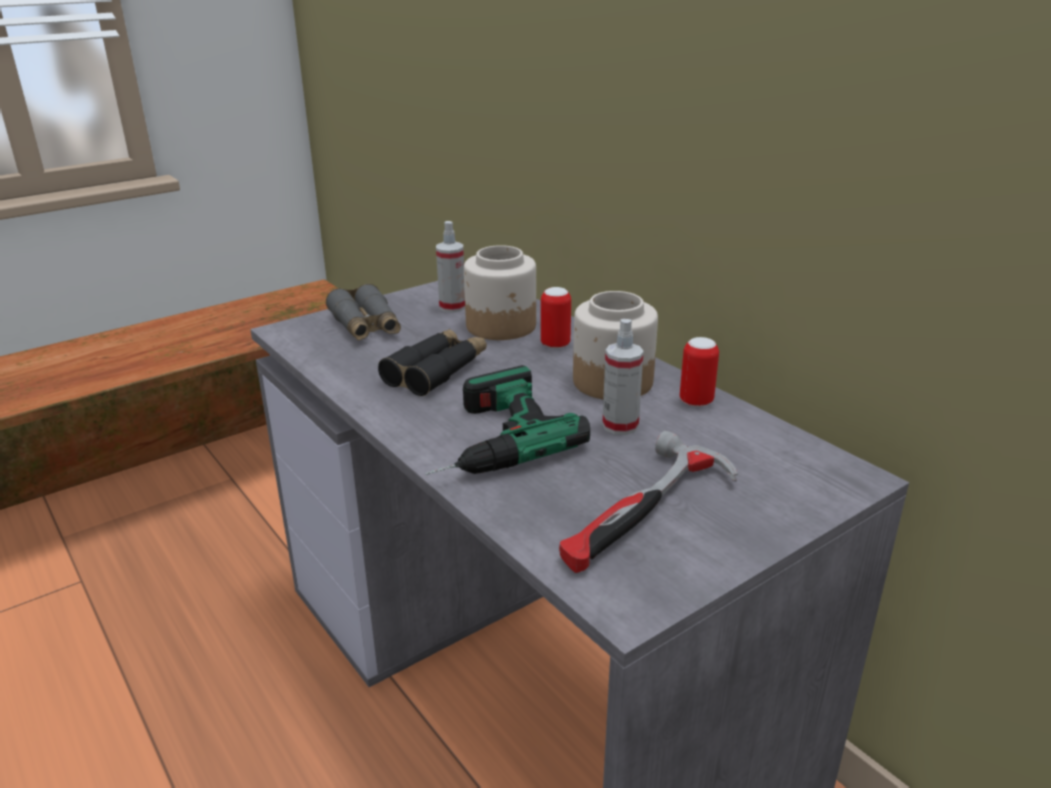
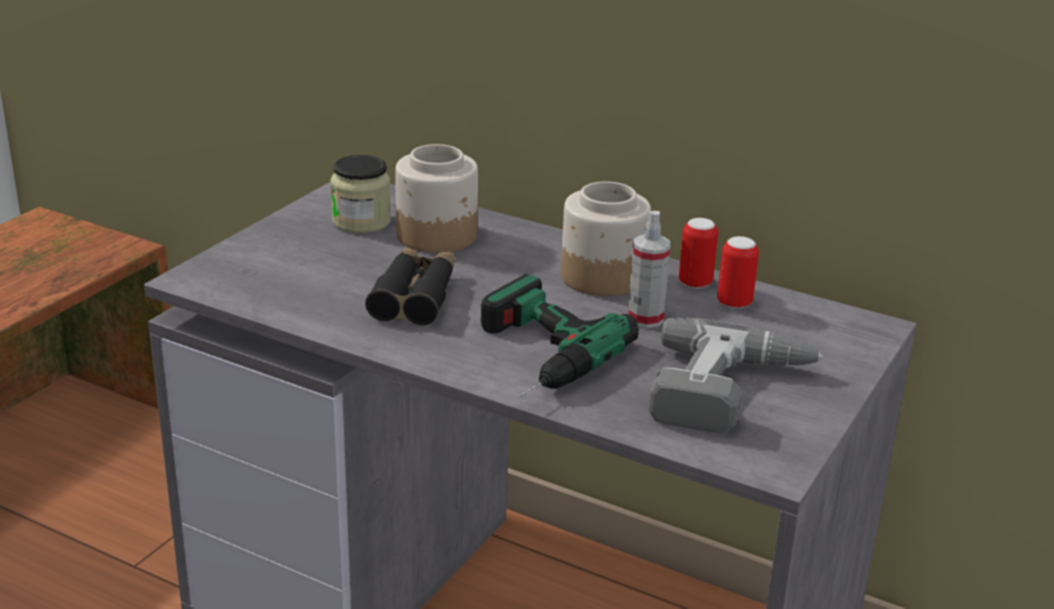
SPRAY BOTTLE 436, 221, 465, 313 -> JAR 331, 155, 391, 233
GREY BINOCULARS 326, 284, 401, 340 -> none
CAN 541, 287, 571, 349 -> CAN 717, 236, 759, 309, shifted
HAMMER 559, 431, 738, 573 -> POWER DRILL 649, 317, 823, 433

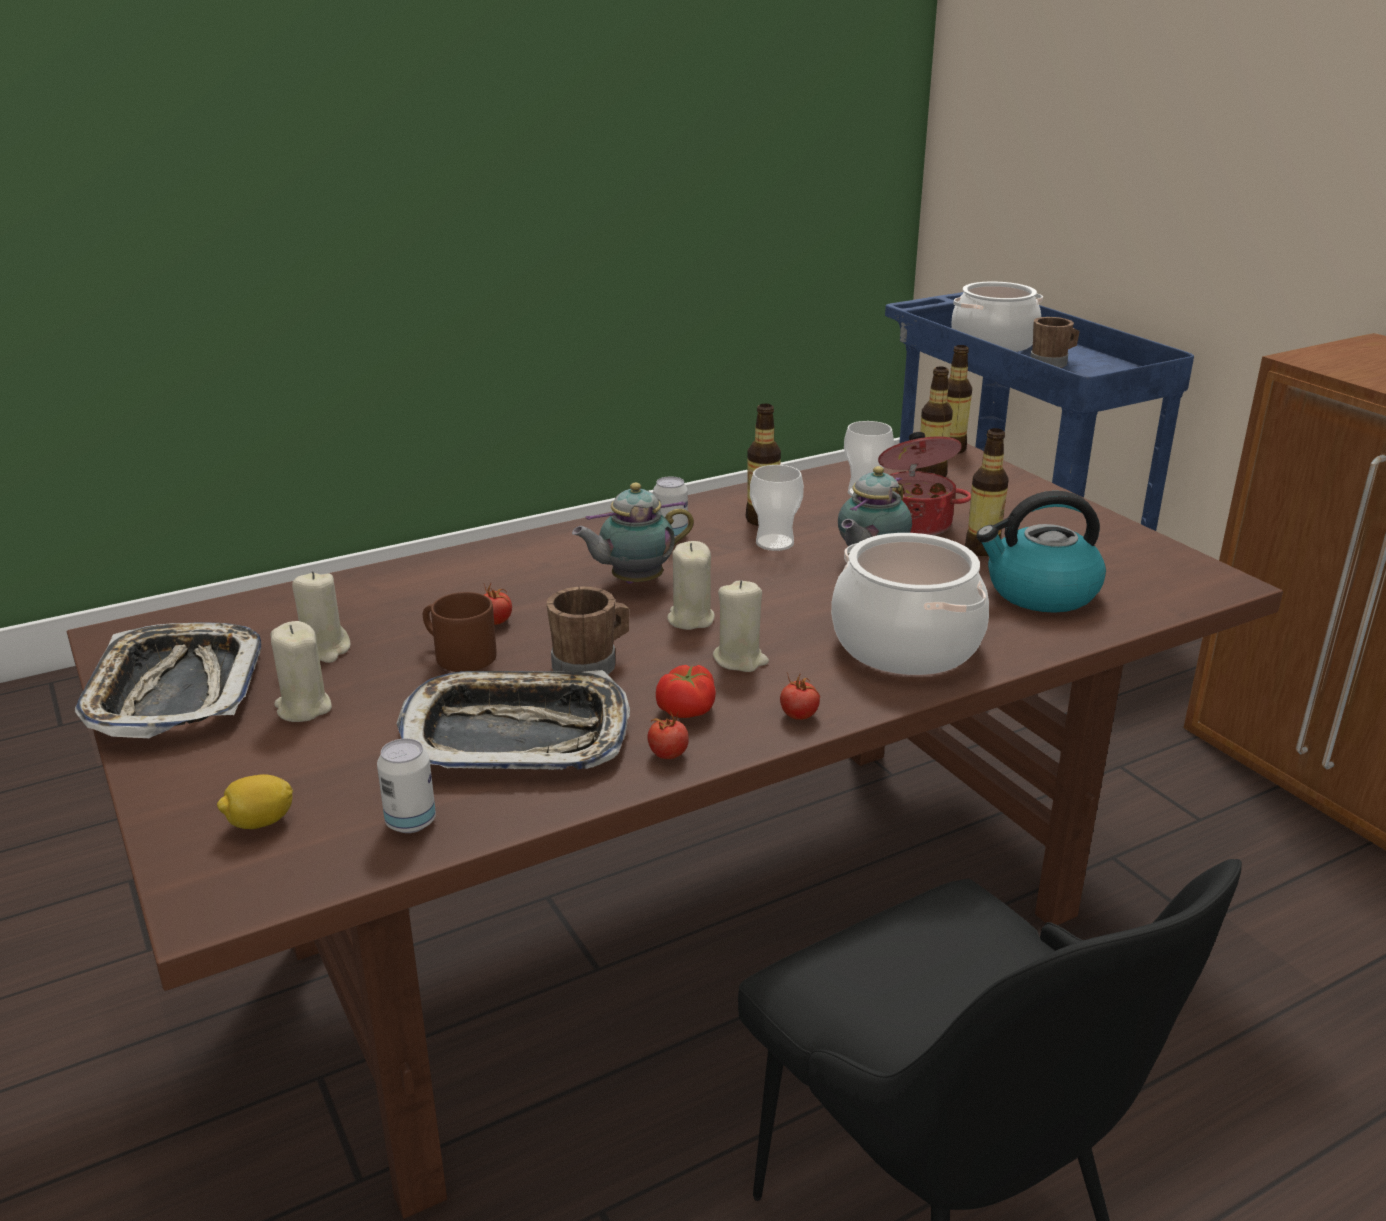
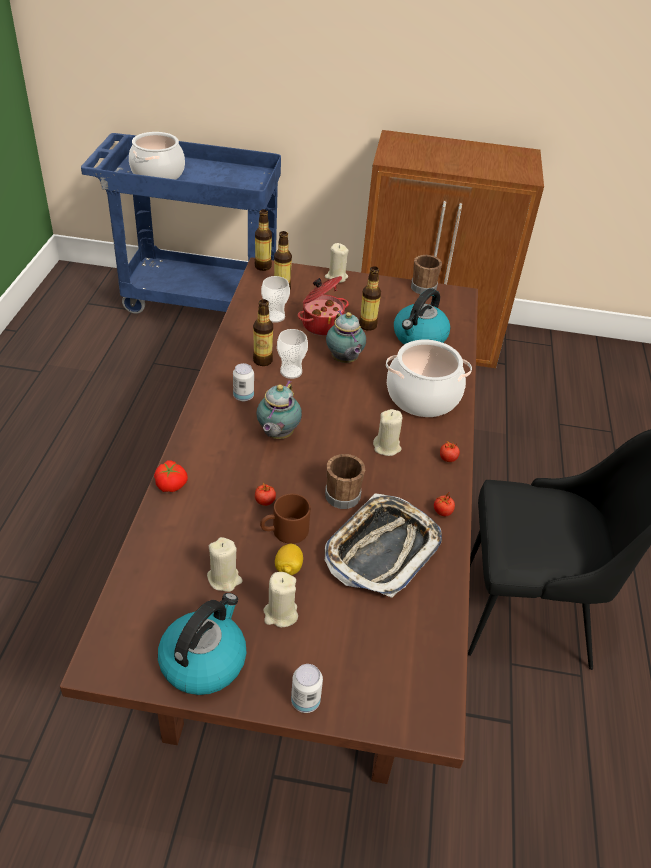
BROWN MUG 1030, 317, 1080, 368 -> BROWN MUG 411, 255, 442, 295, shifted
BEIGE CANDLE 667, 541, 715, 630 -> BEIGE CANDLE 325, 243, 349, 283, shifted
TRAY 75, 623, 261, 738 -> KETTLE 158, 593, 246, 695
TOMATO 656, 665, 716, 718 -> TOMATO 154, 460, 188, 492, shifted
CAN 377, 738, 436, 833 -> CAN 291, 664, 323, 713, shifted
LEMON 217, 774, 293, 829 -> LEMON 275, 544, 303, 576, shifted

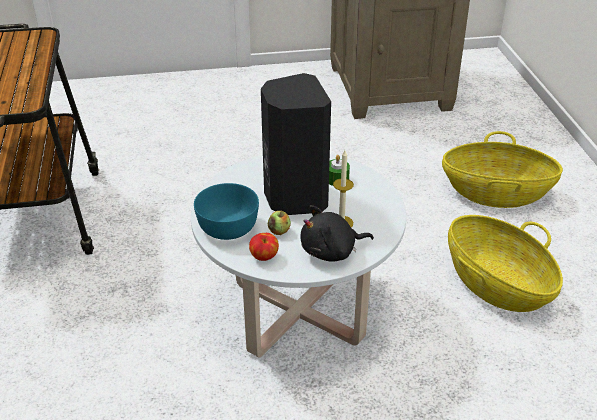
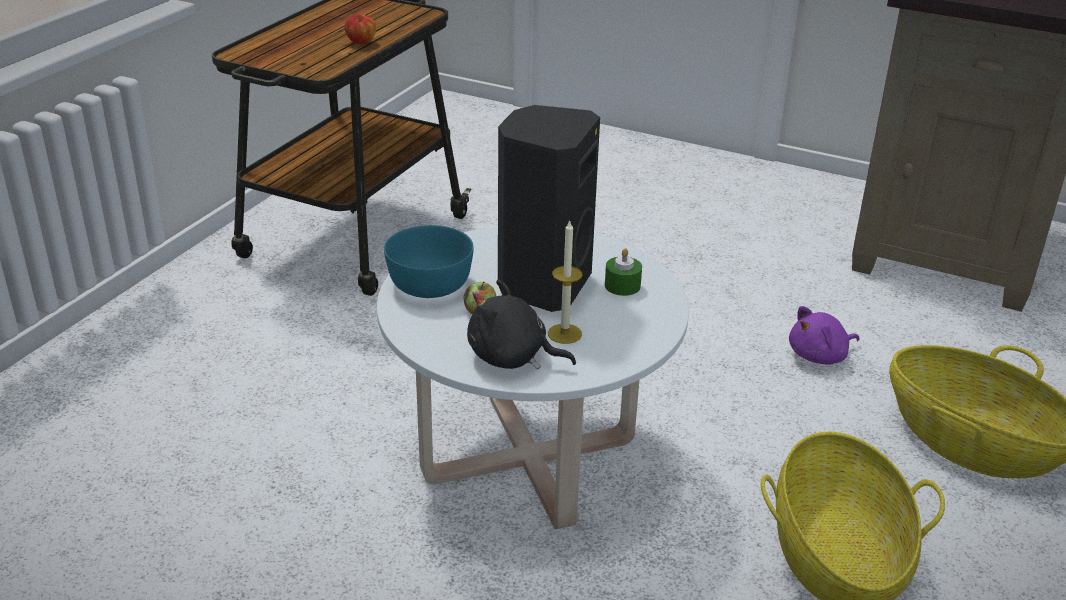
APPLE 249, 233, 279, 261 -> APPLE 345, 14, 376, 44, shifted
none -> PURPLE PLUSH TOY 789, 306, 860, 365

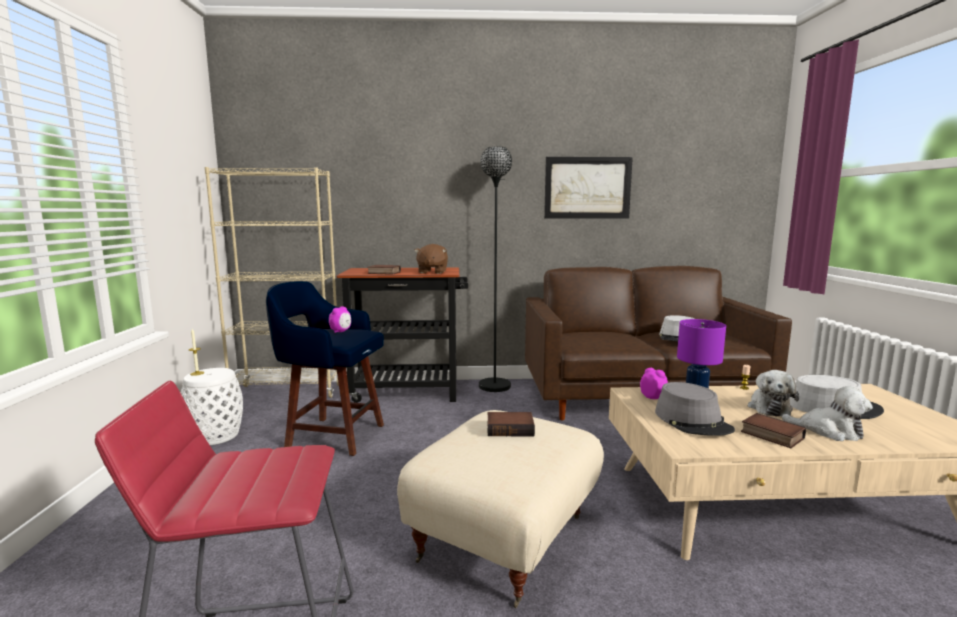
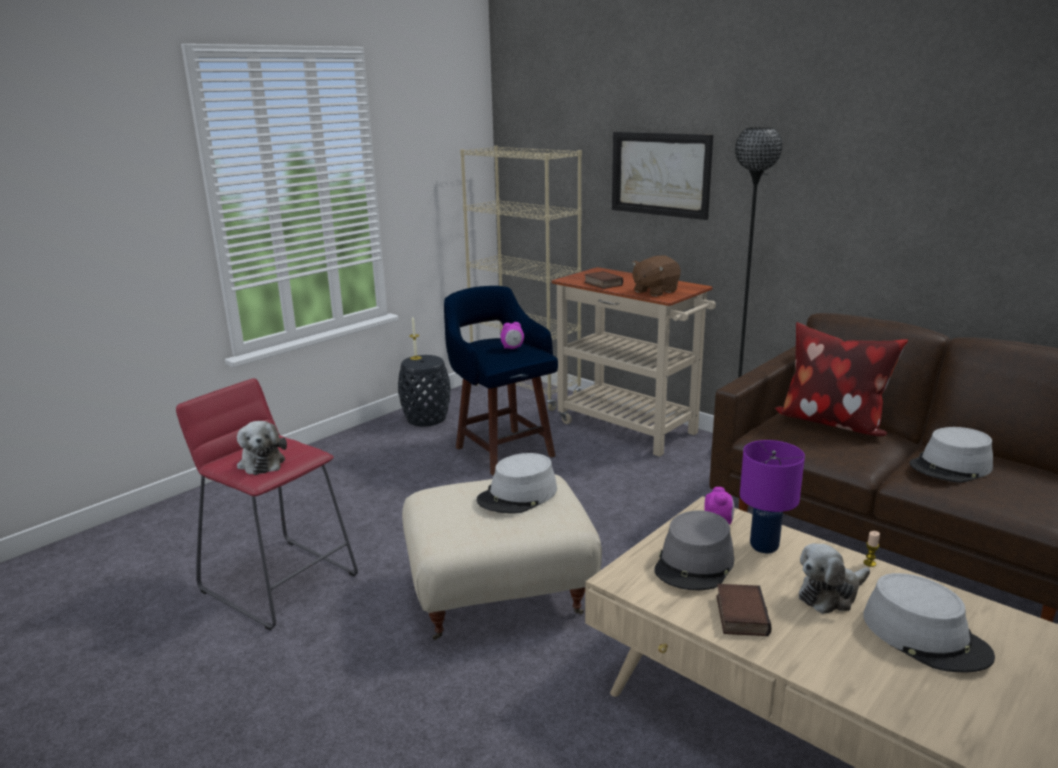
PICTURE 544, 157, 633, 219 -> PICTURE 612, 132, 713, 220, shifted
BLACK CART 336, 268, 468, 403 -> BEIGE CART 551, 267, 716, 457
WHITE STOOL 181, 368, 243, 445 -> BLACK STOOL 398, 355, 451, 426
PLUSH TOY 782, 386, 873, 441 -> PLUSH TOY 237, 421, 287, 475, shifted
BOOK 488, 412, 535, 436 -> GREY HAT 476, 453, 557, 514
none -> PILLOW 775, 322, 908, 436

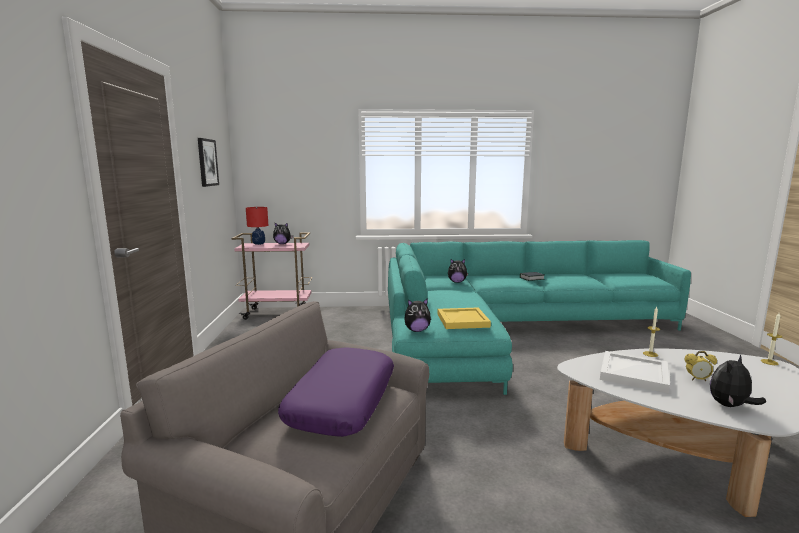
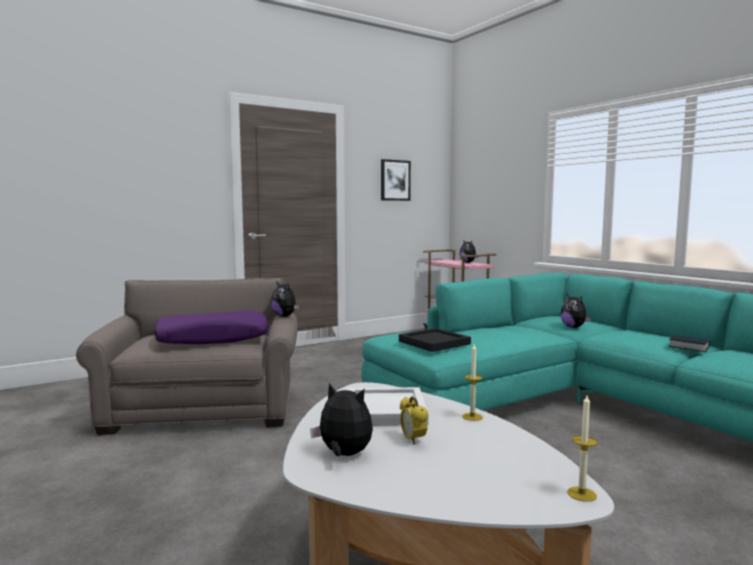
RED TABLE LAMP 246, 207, 269, 245 -> none
PLUSH TOY 404, 298, 431, 332 -> PLUSH TOY 271, 282, 300, 317, shifted
YELLOW TRAY 438, 308, 491, 329 -> BLACK TRAY 399, 328, 471, 352

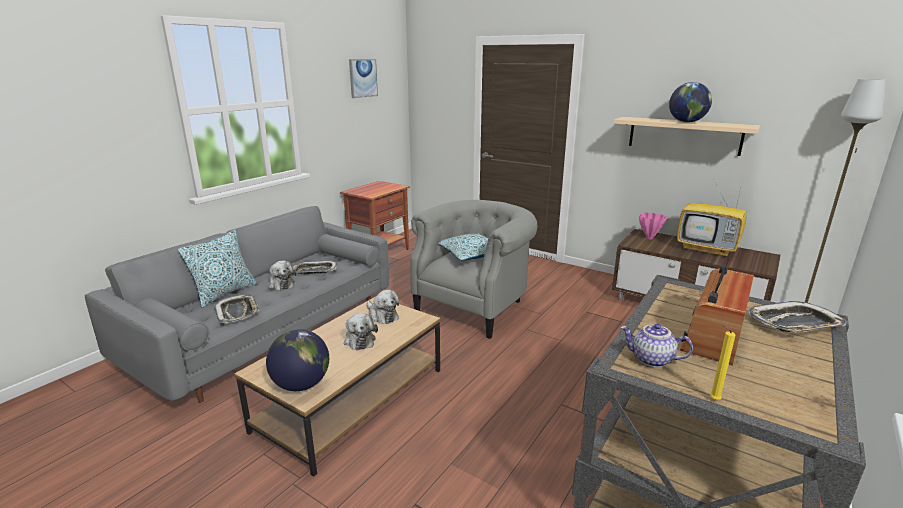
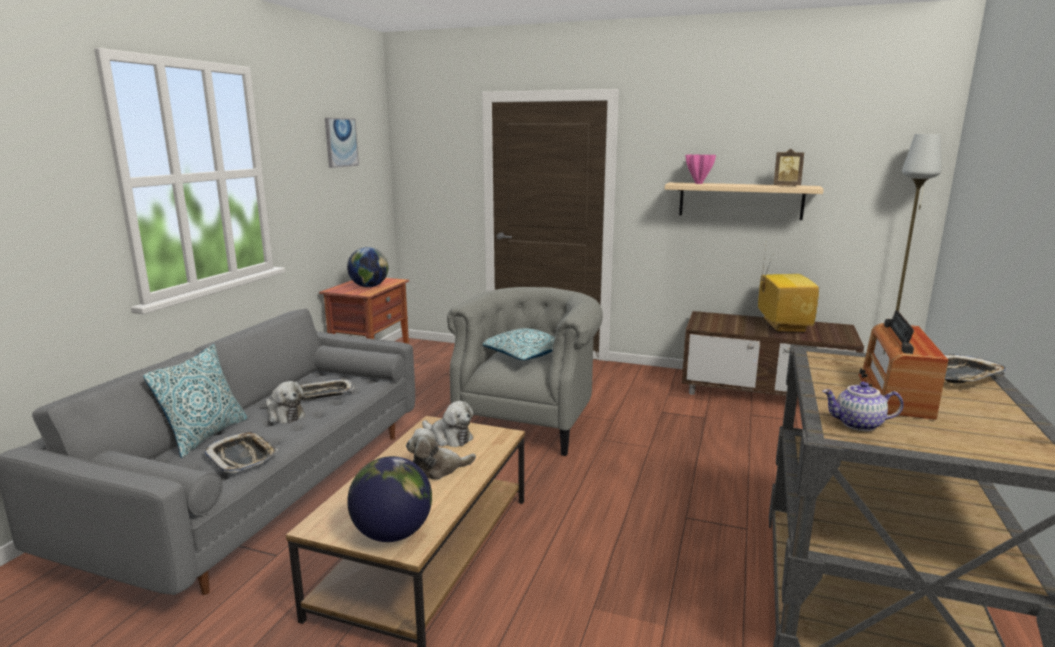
GLOBE 669, 82, 712, 123 -> GLOBE 347, 247, 388, 287, shifted
TELEVISION 677, 181, 746, 257 -> TELEVISION 758, 247, 819, 333, 105 degrees counterclockwise
PINK VASE 639, 212, 667, 239 -> PINK VASE 686, 155, 716, 184, shifted
PLUSH TOY 344, 313, 378, 350 -> PLUSH TOY 406, 428, 476, 480, 105 degrees clockwise
YELLOW CANDLE 710, 325, 736, 400 -> none
none -> PICTURE FRAME 774, 149, 804, 186

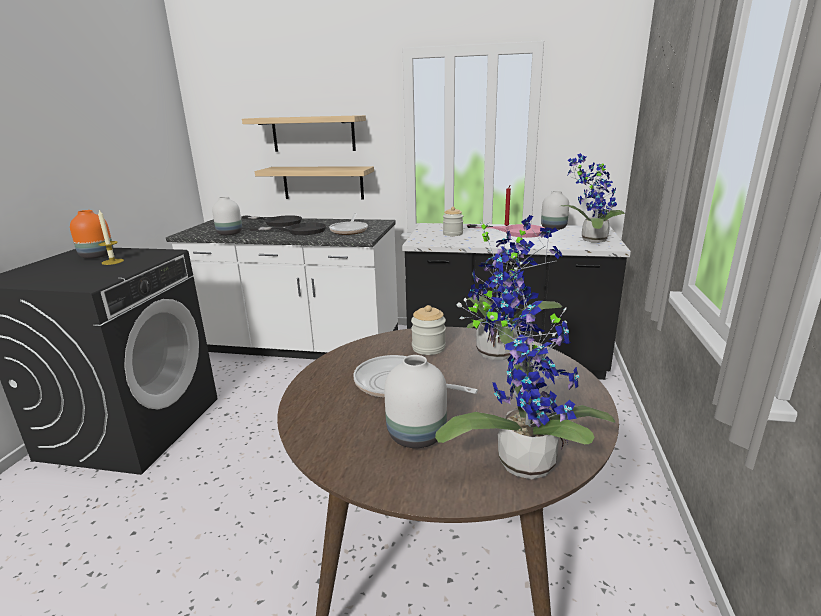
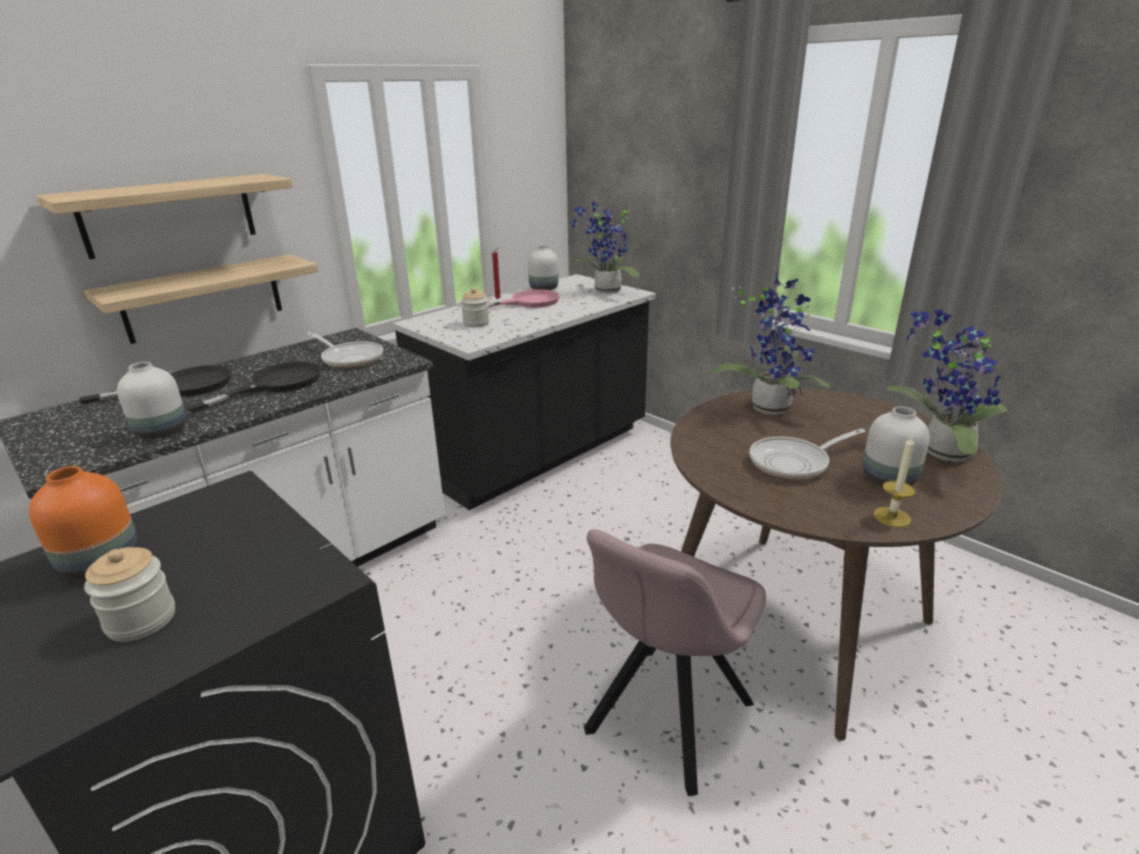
CANDLE 98, 210, 124, 265 -> CANDLE 874, 435, 916, 527, shifted
JAR 411, 305, 446, 355 -> JAR 84, 547, 175, 642, shifted
none -> PINK CHAIR 584, 529, 766, 796

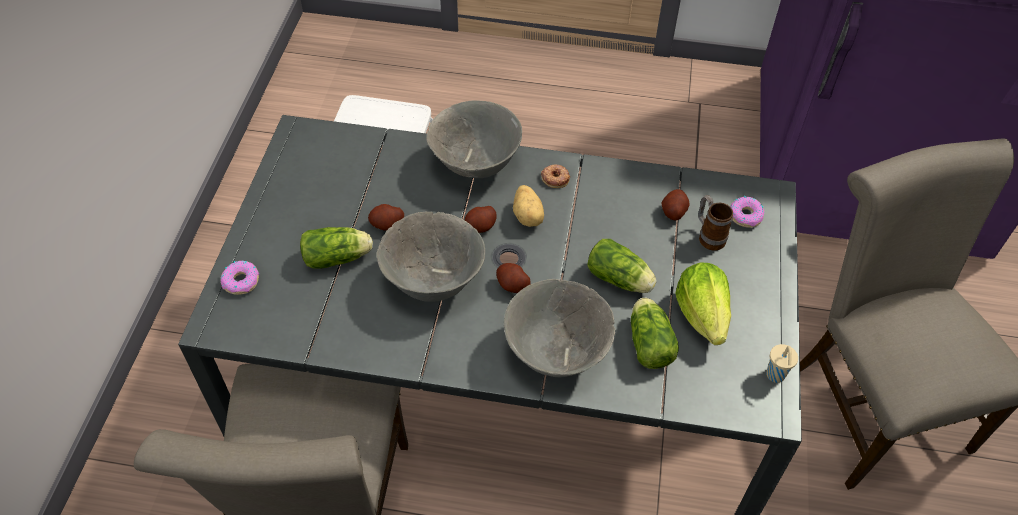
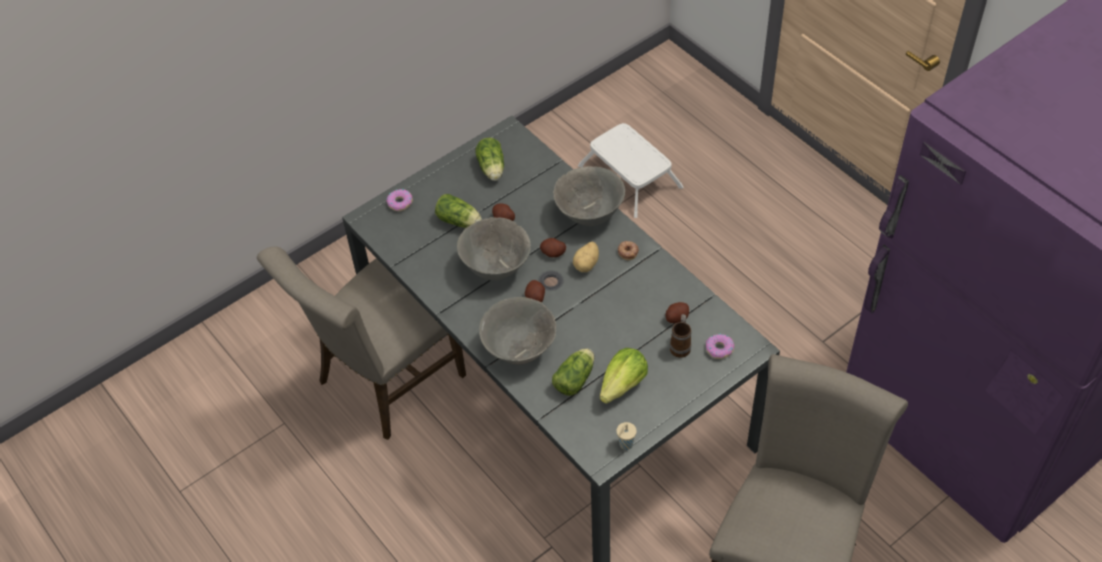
LETTUCE 587, 239, 657, 293 -> LETTUCE 475, 137, 504, 181, shifted

